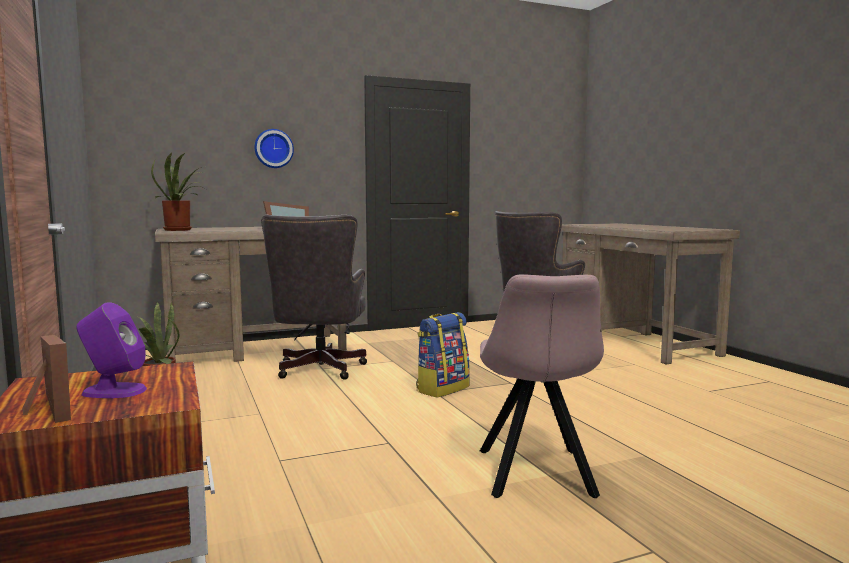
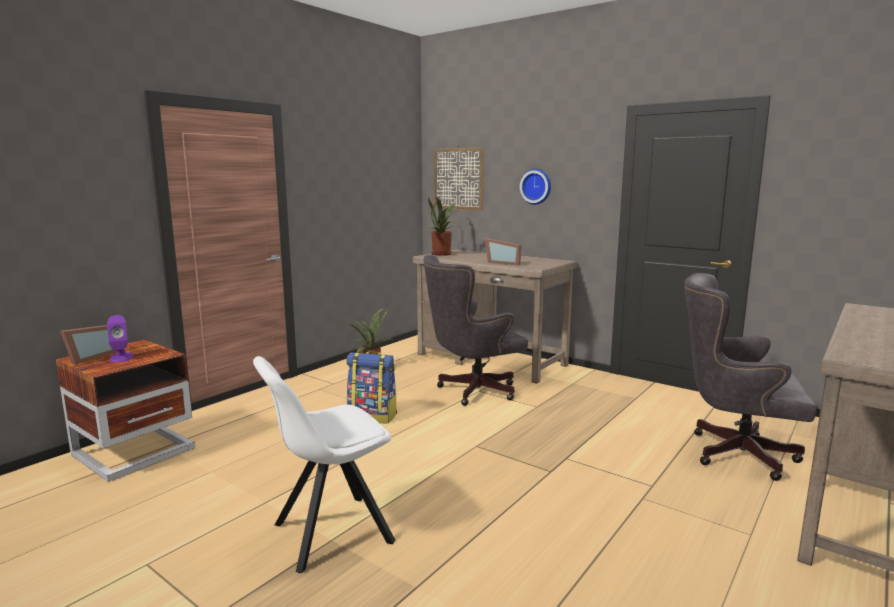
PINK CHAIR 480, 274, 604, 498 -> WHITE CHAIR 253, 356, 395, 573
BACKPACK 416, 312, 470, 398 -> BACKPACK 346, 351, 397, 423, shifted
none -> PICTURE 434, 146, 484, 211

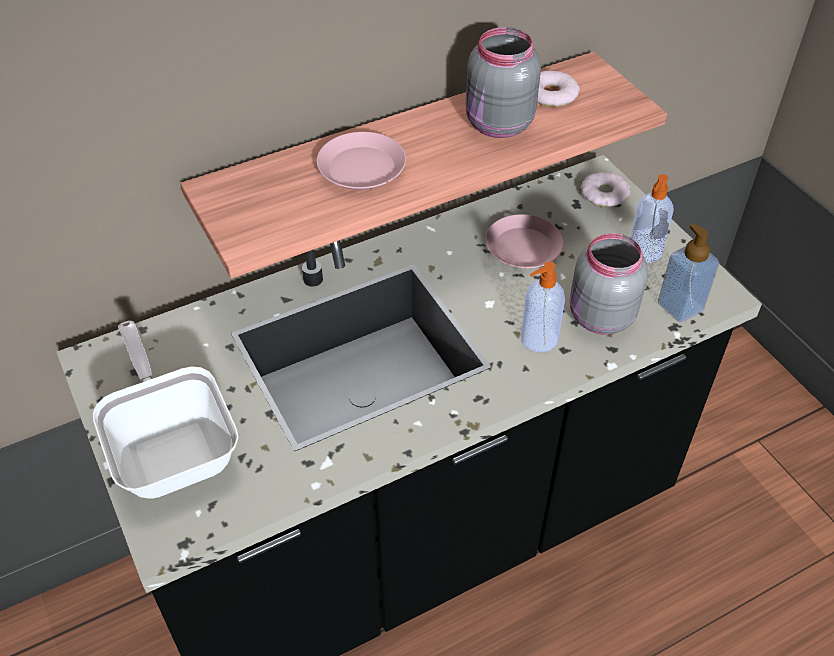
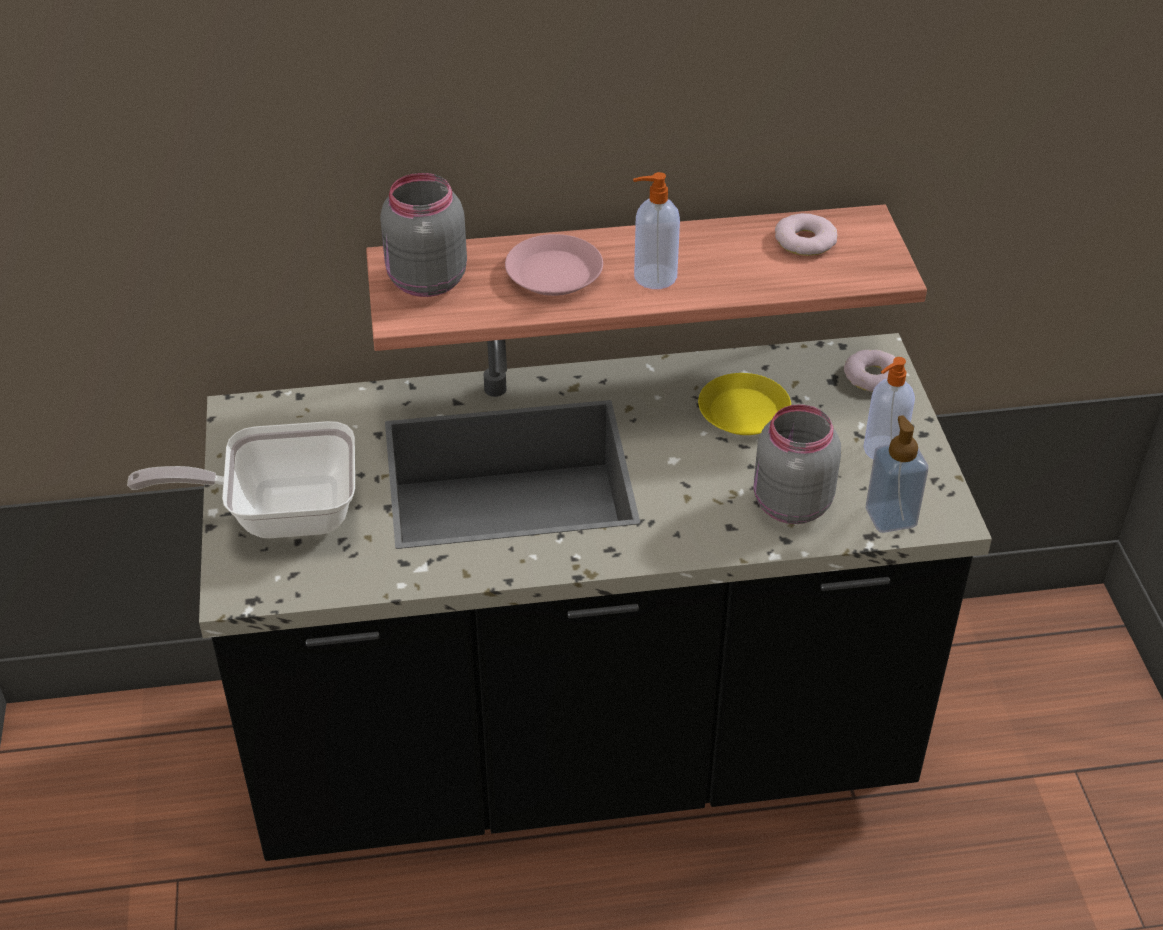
GREY JAR 466, 27, 541, 138 -> GREY JAR 380, 173, 467, 297, shifted
PINK PLATE 485, 214, 564, 268 -> YELLOW PLATE 698, 373, 791, 435
SOAP DISPENSER 521, 262, 565, 352 -> SOAP DISPENSER 633, 172, 680, 289, shifted
FRYING PAN 93, 321, 238, 499 -> FRYING PAN 127, 421, 355, 538, 90 degrees counterclockwise

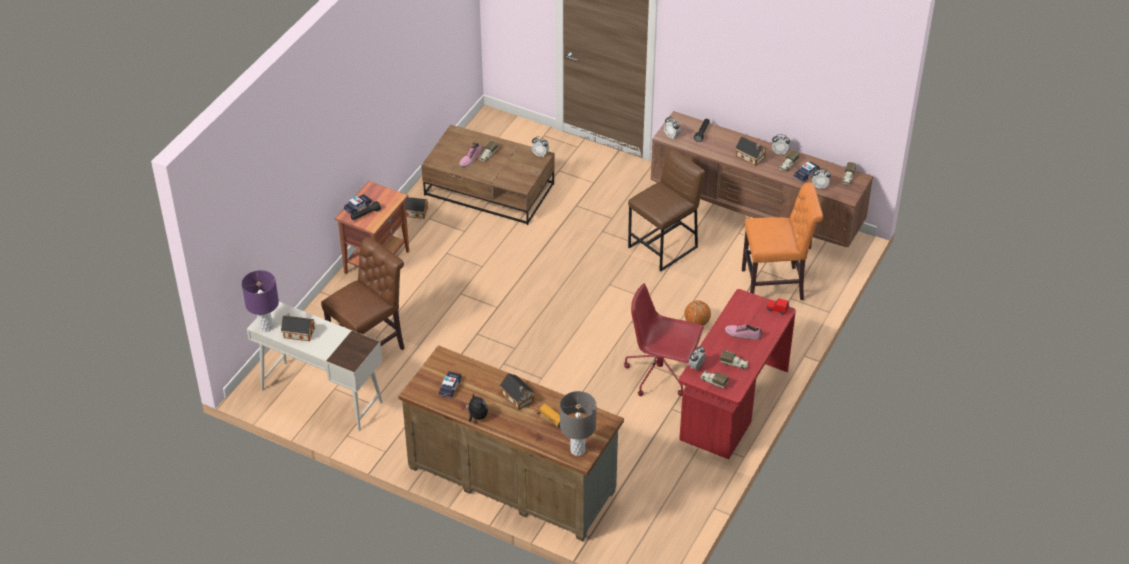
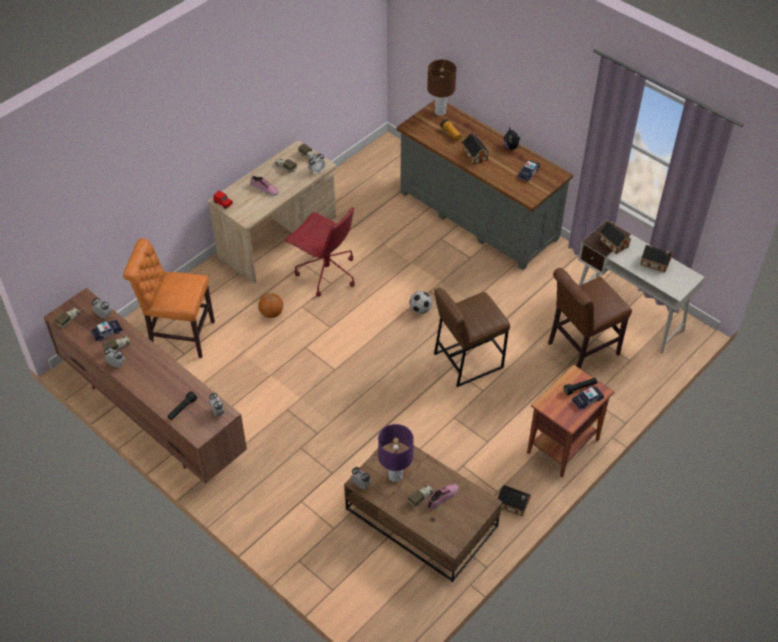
TOY HOUSE 735, 137, 768, 166 -> TOY HOUSE 599, 221, 631, 254, shifted
BROWN CHAIR 628, 149, 705, 271 -> BROWN CHAIR 434, 288, 510, 387, shifted
PURPLE TABLE LAMP 242, 270, 279, 332 -> PURPLE TABLE LAMP 378, 424, 414, 482, shifted
RED DESK 679, 289, 796, 459 -> BEIGE DESK 208, 141, 336, 283
GREY TABLE LAMP 560, 391, 596, 456 -> BROWN TABLE LAMP 427, 60, 456, 115
none -> FOOTBALL 410, 291, 432, 314

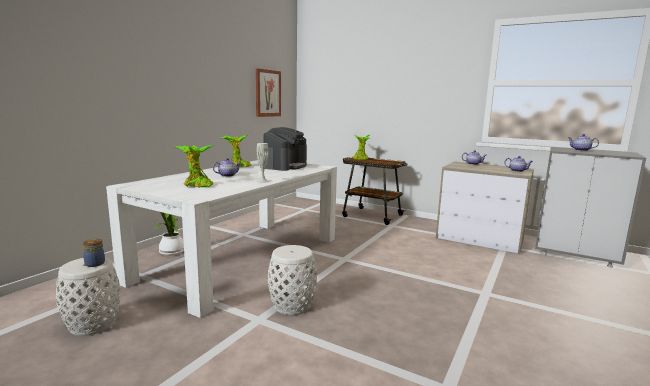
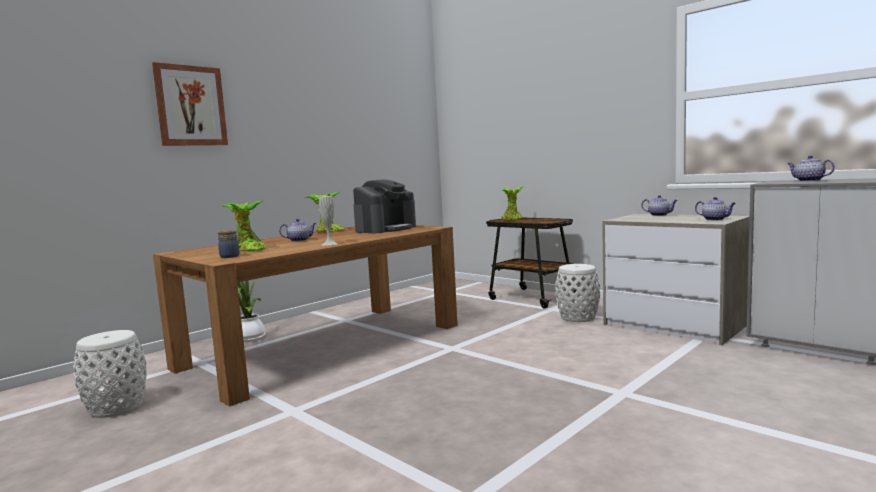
PICTURE 255, 68, 281, 117 -> PICTURE 152, 62, 228, 146, shifted
WHITE DINING TABLE 106, 160, 337, 318 -> BROWN DINING TABLE 153, 225, 457, 407
JAR 83, 239, 105, 267 -> JAR 218, 230, 240, 258, shifted
WHITE STOOL 268, 245, 317, 315 -> WHITE STOOL 555, 264, 600, 322, shifted

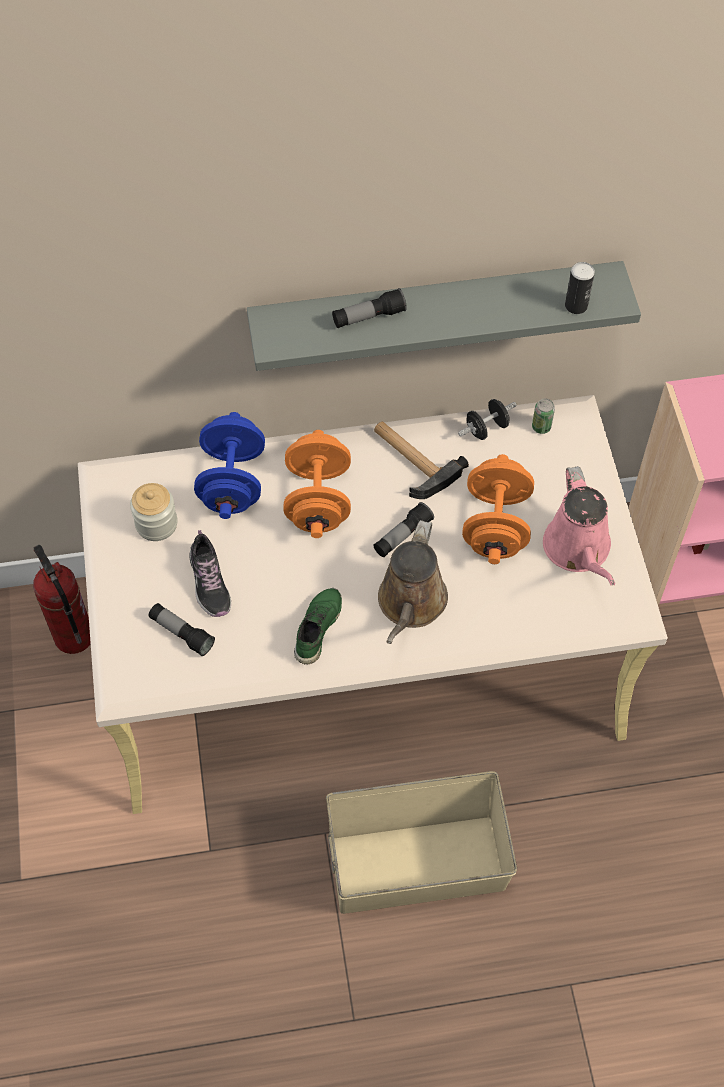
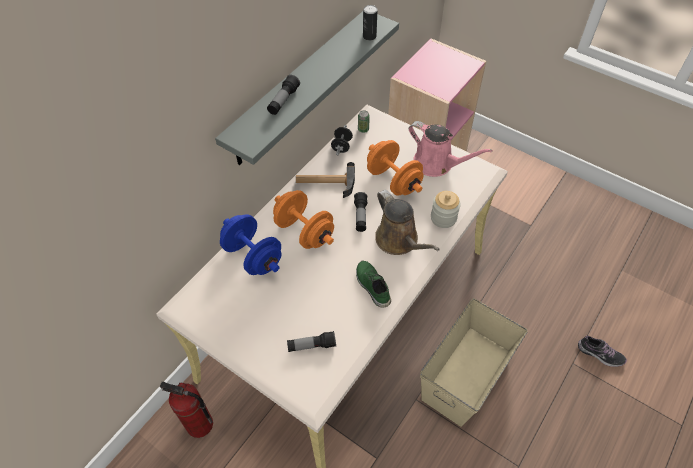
JAR 130, 483, 178, 541 -> JAR 431, 191, 460, 228, shifted
SHOE 189, 530, 231, 617 -> SHOE 578, 335, 627, 367, shifted

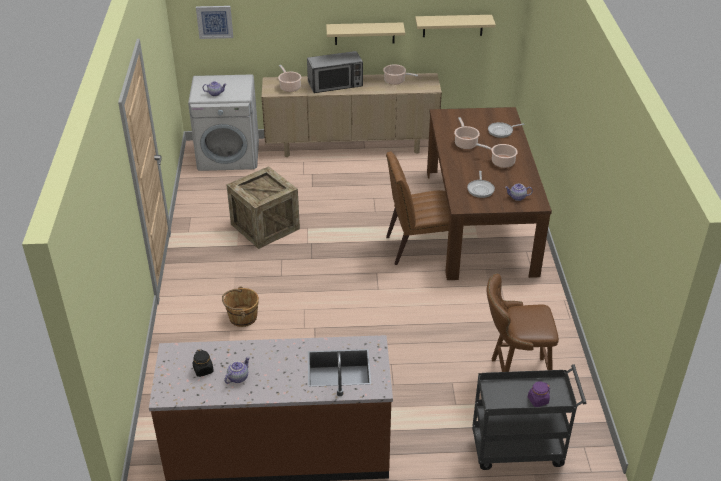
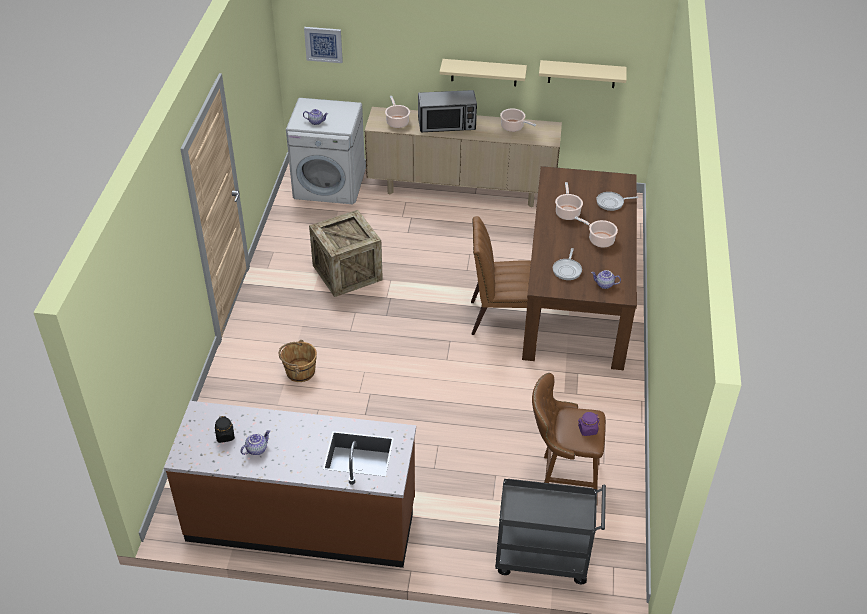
PURPLE JAR 528, 381, 550, 407 -> PURPLE JAR 578, 412, 600, 436, shifted

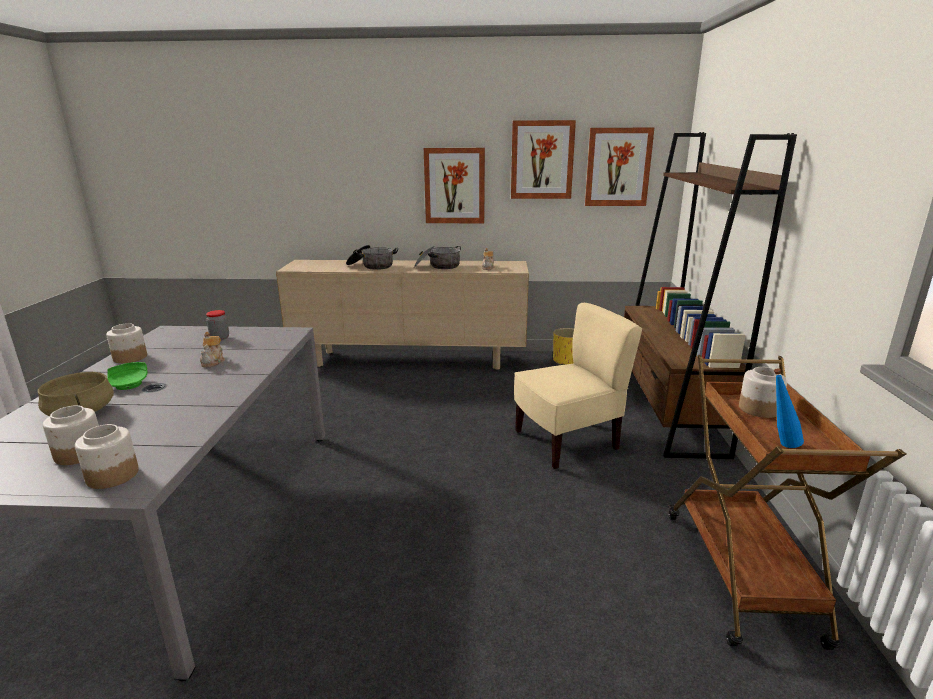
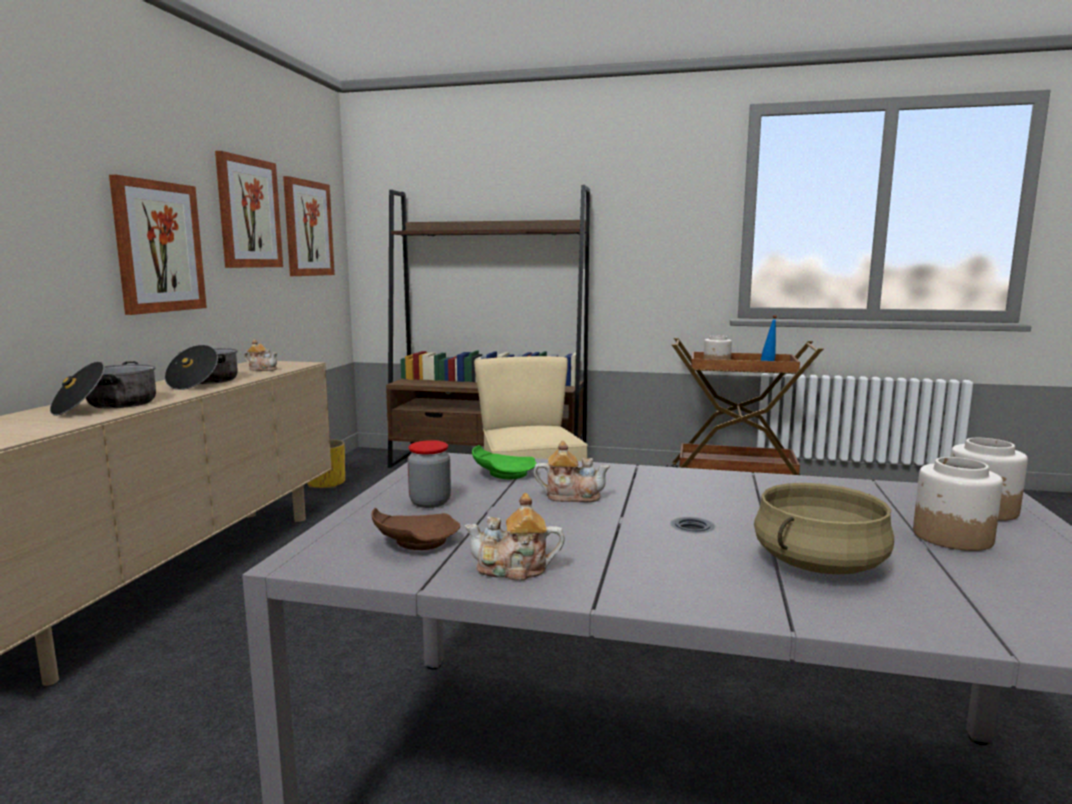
JAR 106, 323, 147, 363 -> TEAPOT 465, 493, 565, 581
GREEN PLATE 107, 362, 148, 390 -> GREEN PLATE 472, 445, 537, 479, shifted
none -> BROWN PLATE 372, 508, 460, 550

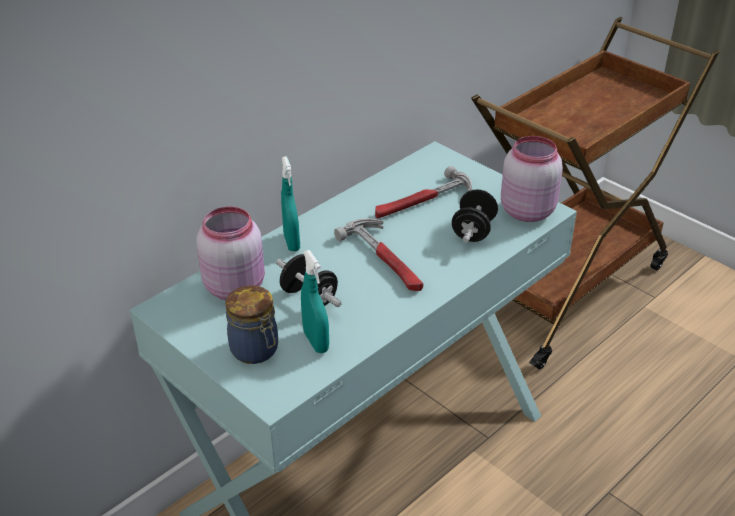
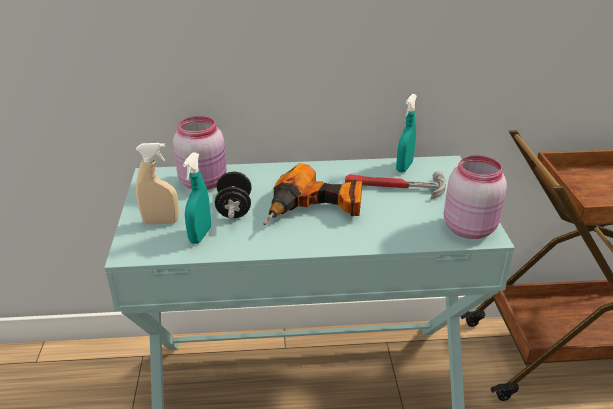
TURQUOISE SPRAY BOTTLE 281, 156, 300, 251 -> TURQUOISE SPRAY BOTTLE 396, 94, 417, 173, shifted
BLACK DUMBBELL 452, 189, 498, 242 -> none
HAMMER 334, 218, 423, 291 -> POWER DRILL 263, 163, 362, 225
JAR 225, 285, 278, 364 -> BEIGE SPRAY BOTTLE 136, 143, 179, 225

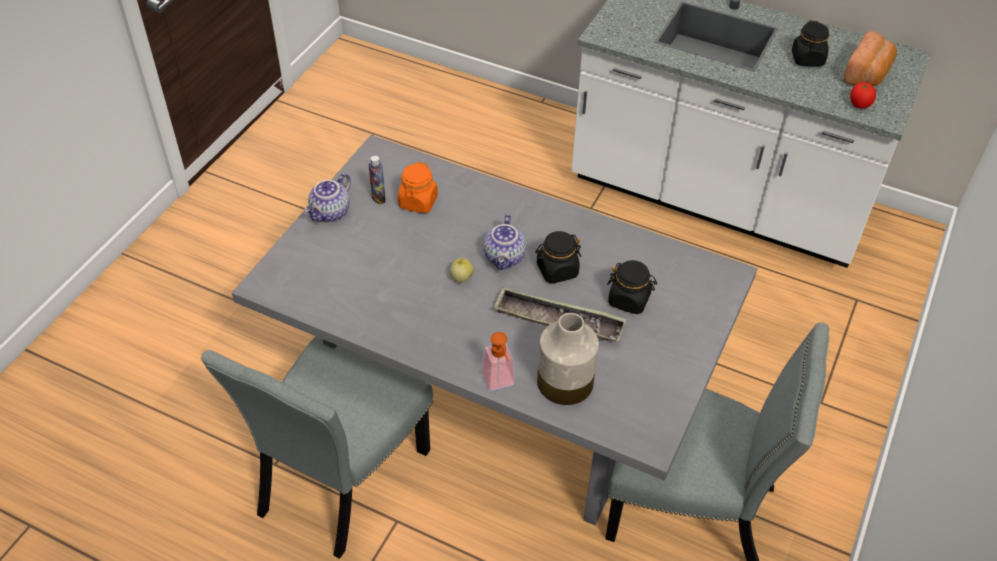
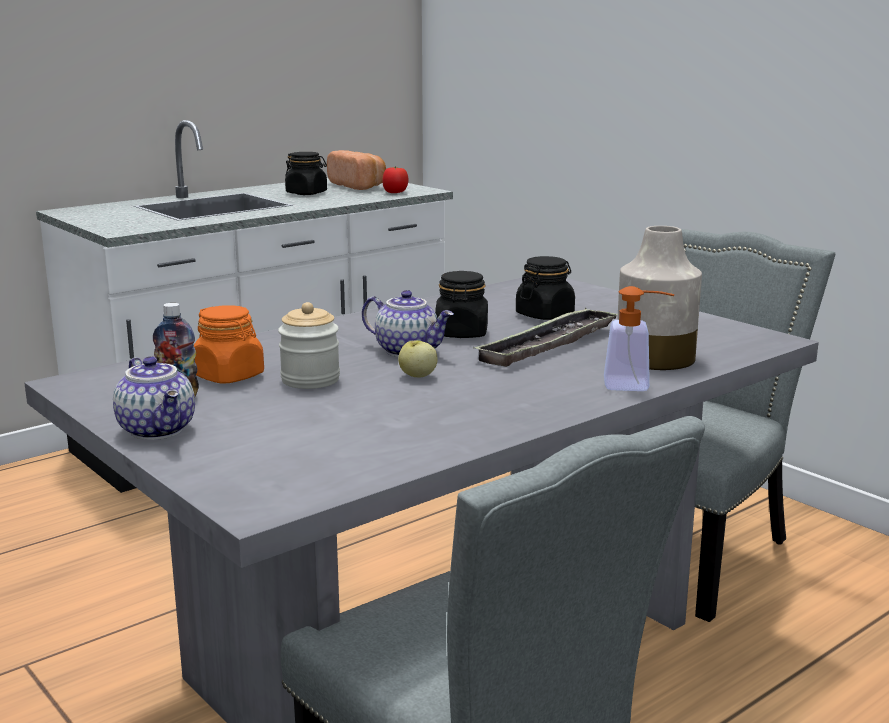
none -> JAR 278, 302, 340, 389

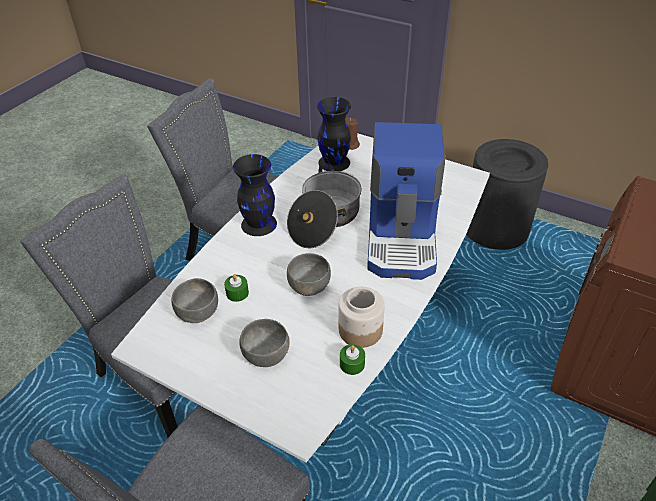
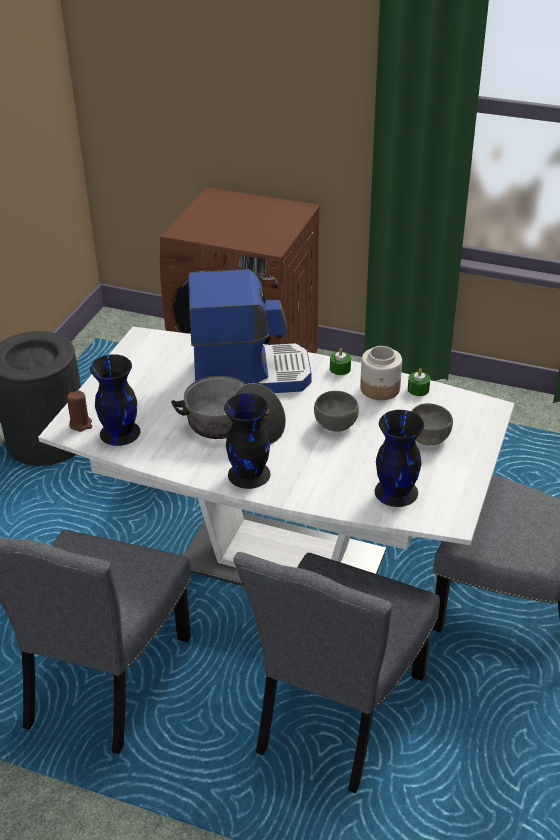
GREEN CANDLE 224, 274, 249, 302 -> GREEN CANDLE 330, 348, 351, 375, shifted
GREY BOWL 171, 278, 218, 323 -> BLACK VASE 374, 410, 424, 507

